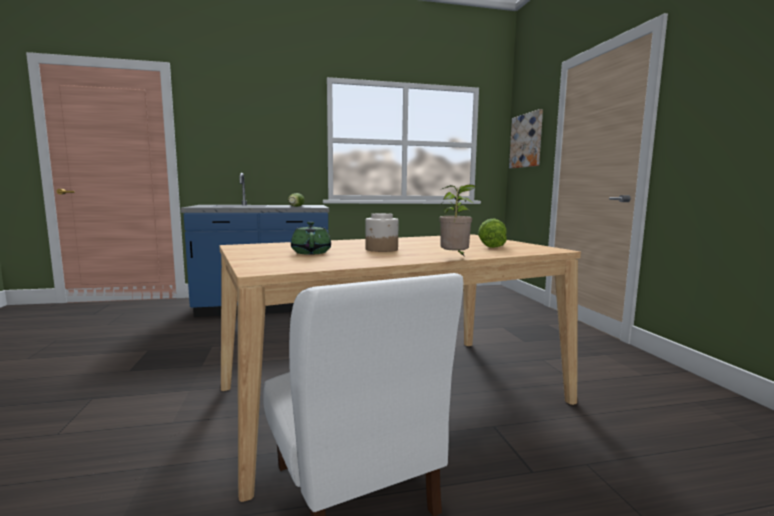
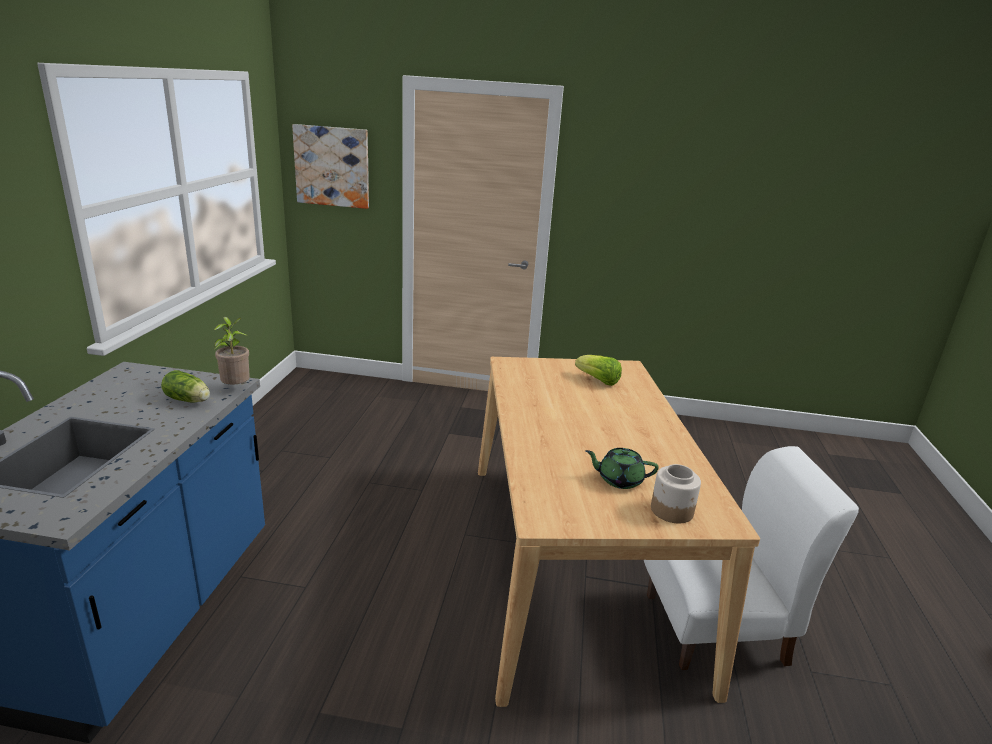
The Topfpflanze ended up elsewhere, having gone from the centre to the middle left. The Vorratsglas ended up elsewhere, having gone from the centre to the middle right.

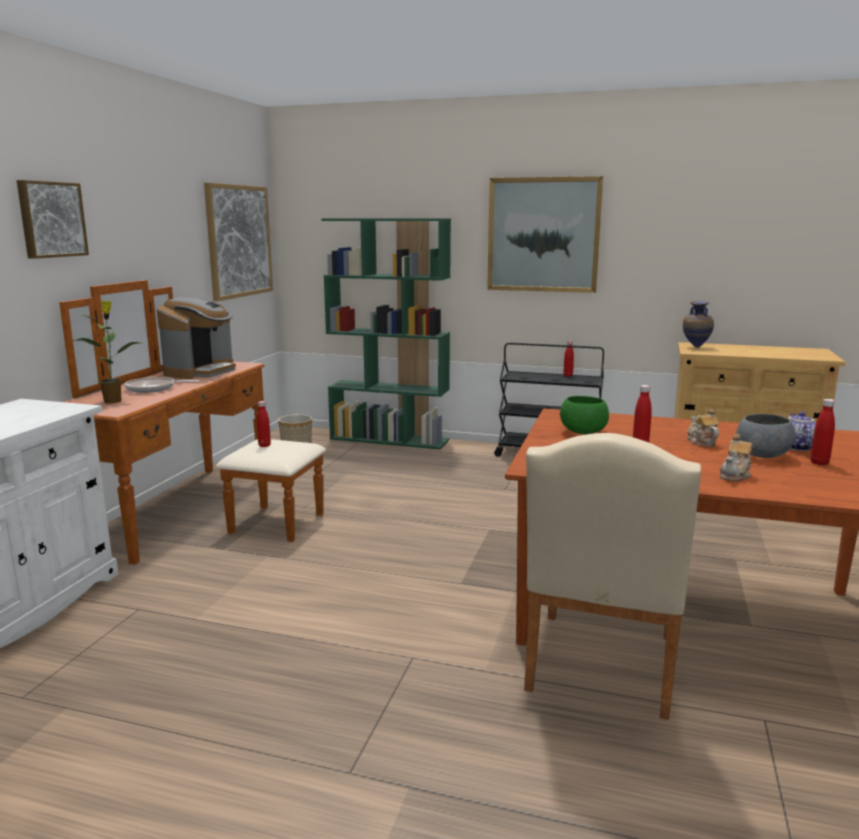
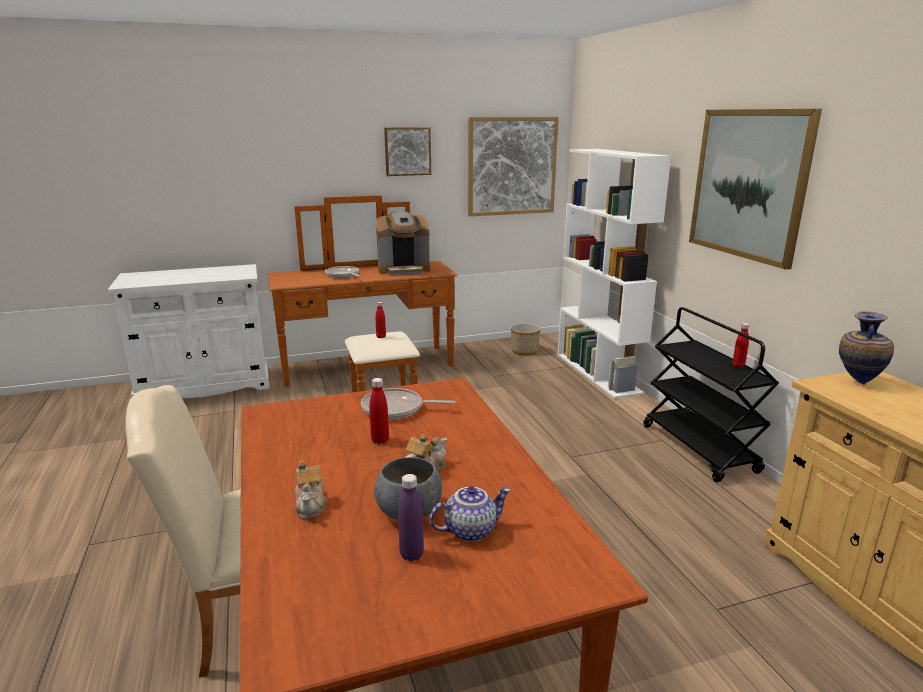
The Bild (no. 1 from left) ended up elsewhere, having gone from the top left to the top centre. What was the Bücherregal [grün] at the centre turned into the Bücherregal [weiß] at the centre. The second view lost the Topfpflanze at the middle left. Where the Schüssel [grün] stood at the middle right, the Pfanne (no. 2 from left) came to stand at the centre. What was the Flasche [rot] (no. 4 from left) at the middle right turned into the Flasche [lila] at the bottom centre. The Teekanne (no. 2 from left in the first image) at the middle right ended up facing another way, 105 degrees counterclockwise from before.

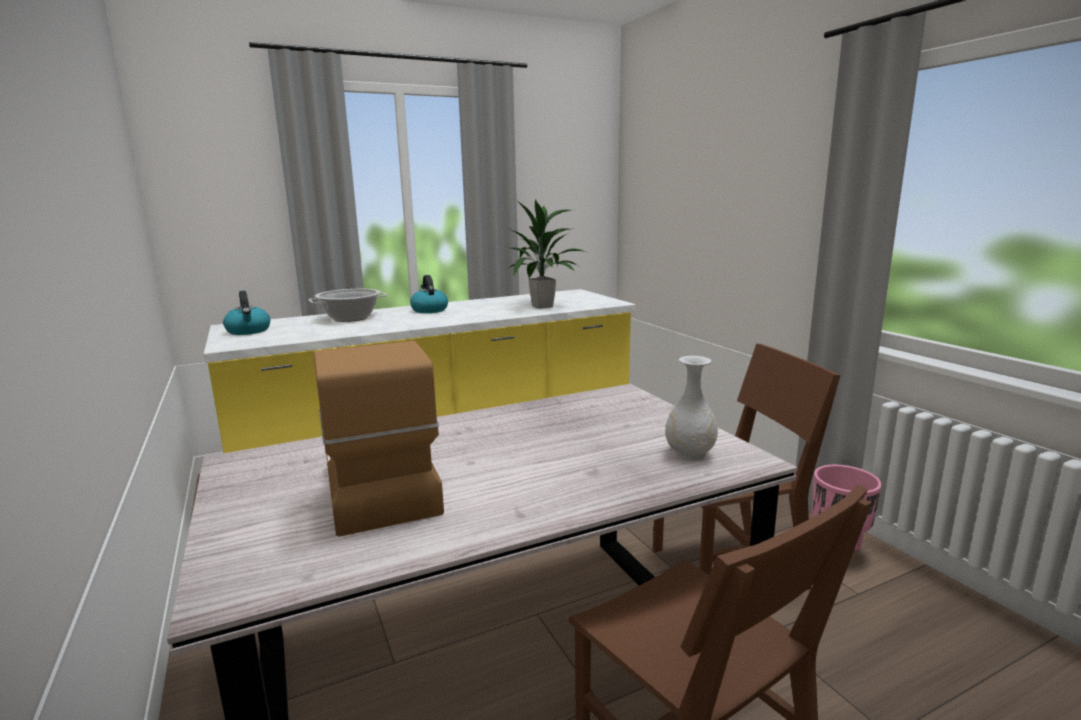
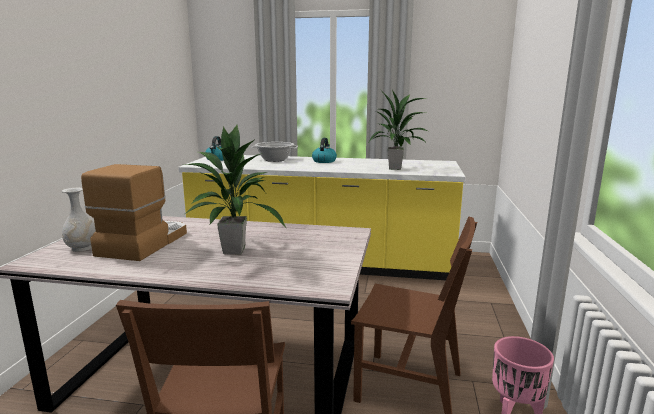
The Vase [weiß] ended up elsewhere, having gone from the centre to the middle left. The second view gained the Topfpflanze (no. 1 from left) at the centre.

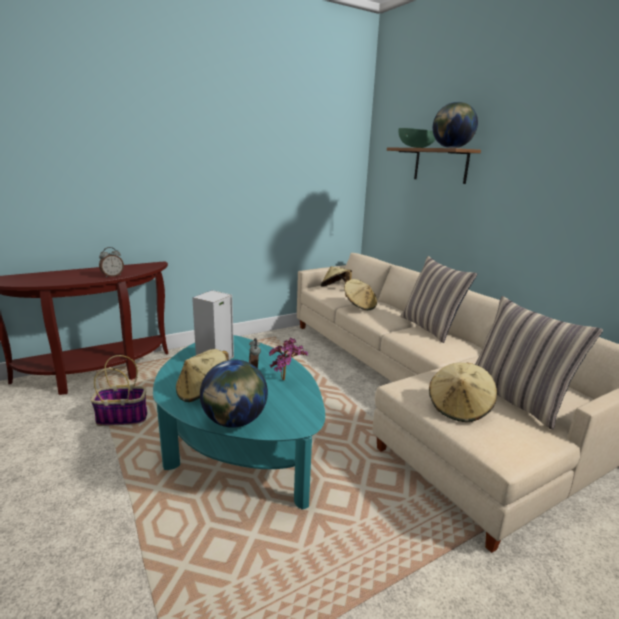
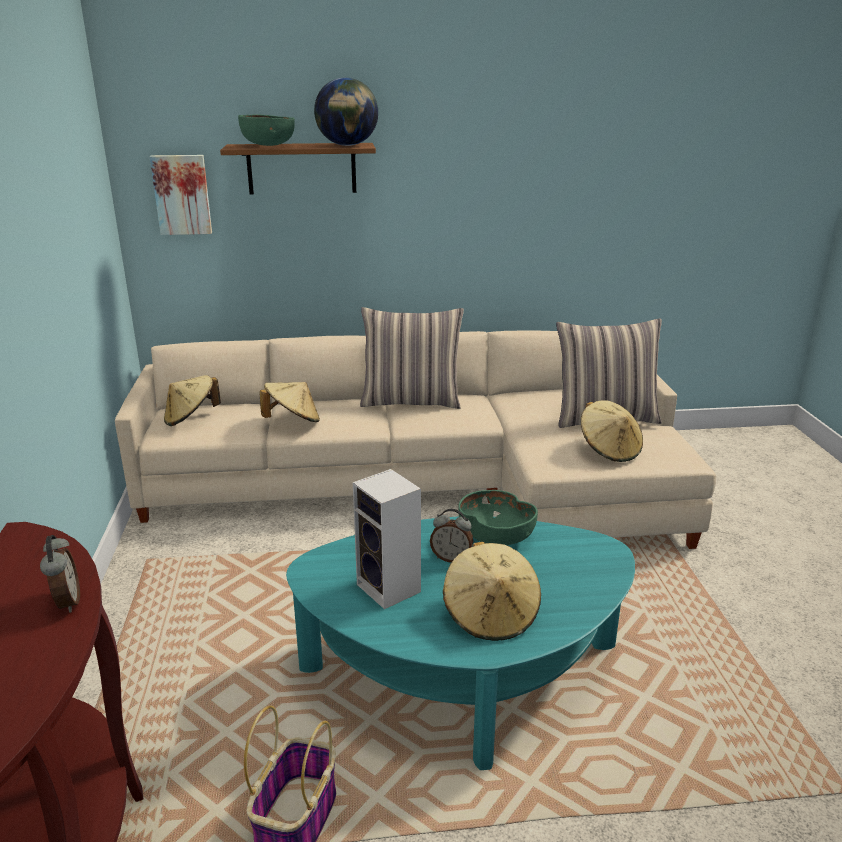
Where the Topfpflanze stood at the centre, the Schüssel [grün] (no. 2 from left) came to stand at the centre. The second view lost the Globus (no. 1 from left) at the centre. The second view gained the Bild at the top left.

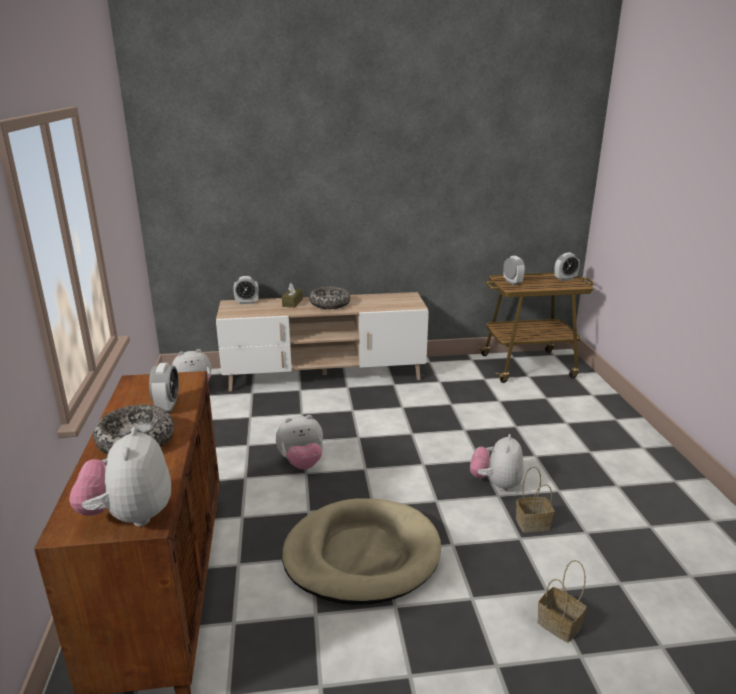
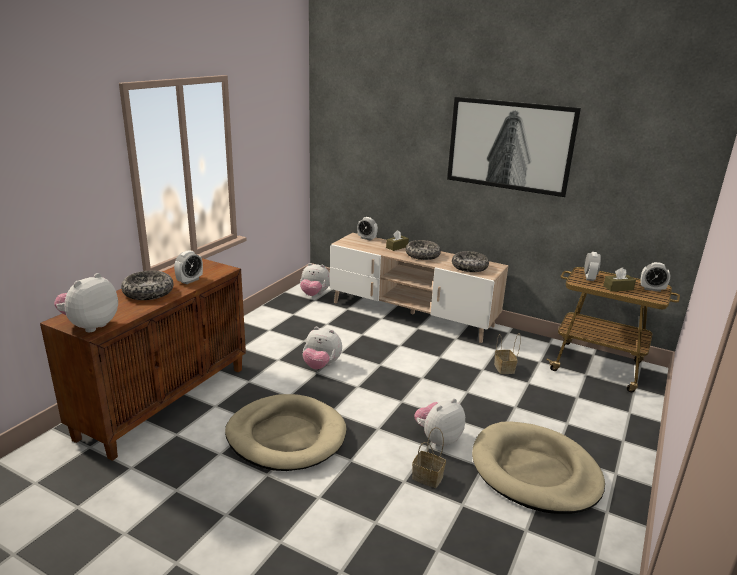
The Korb (no. 2 from left) ended up elsewhere, having gone from the bottom right to the middle right. The second view gained the Bild at the top right. The second view gained the Schüssel (no. 3 from left) at the centre. The second view gained the Taschentuchbox [braun] (no. 2 from left) at the middle right. The second view gained the Hundebett [beige] (no. 2 from left) at the bottom right.

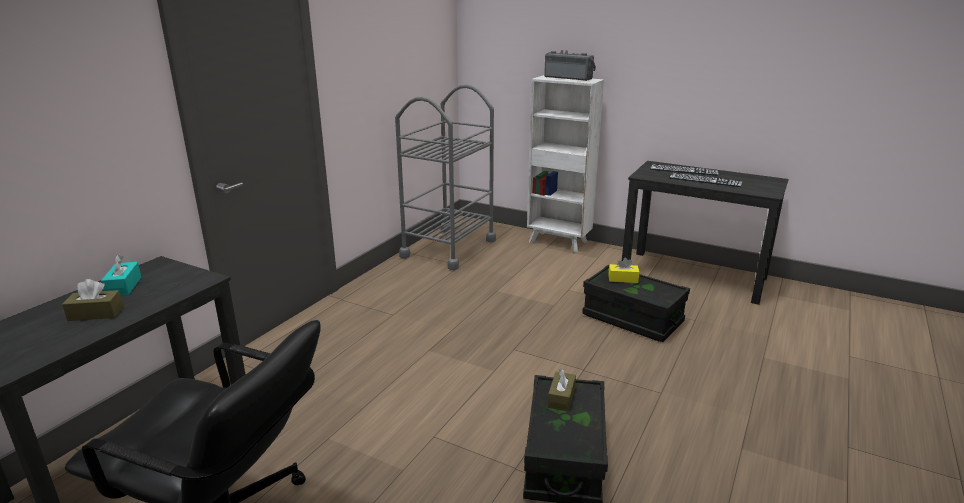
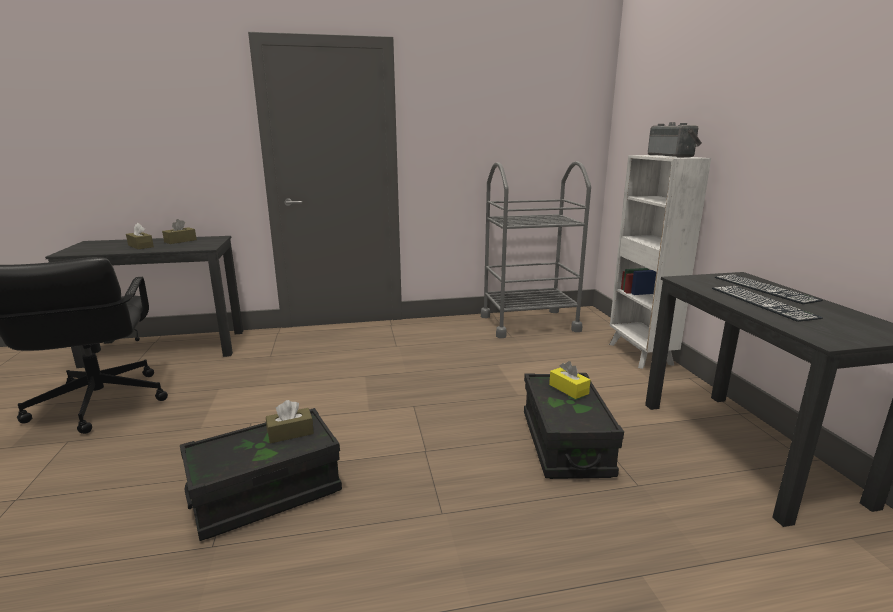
What was the Taschentuchbox [türkis] at the middle left turned into the Taschentuchbox [braun] (no. 2 from left) at the middle left.

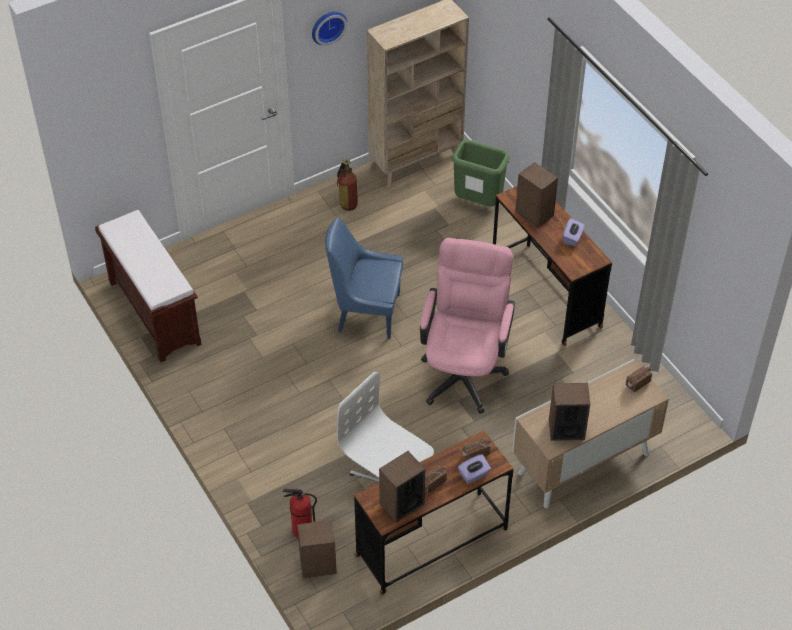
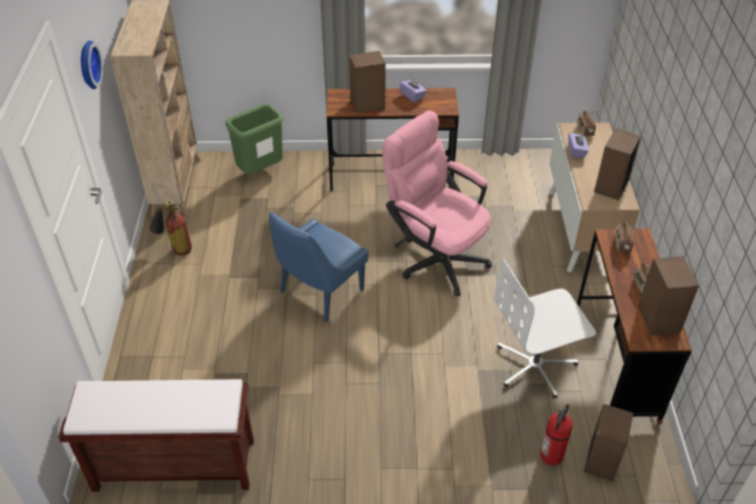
The Taschentuchbox [lila] (no. 1 from left in the first image) ended up elsewhere, having gone from the bottom centre to the top right.

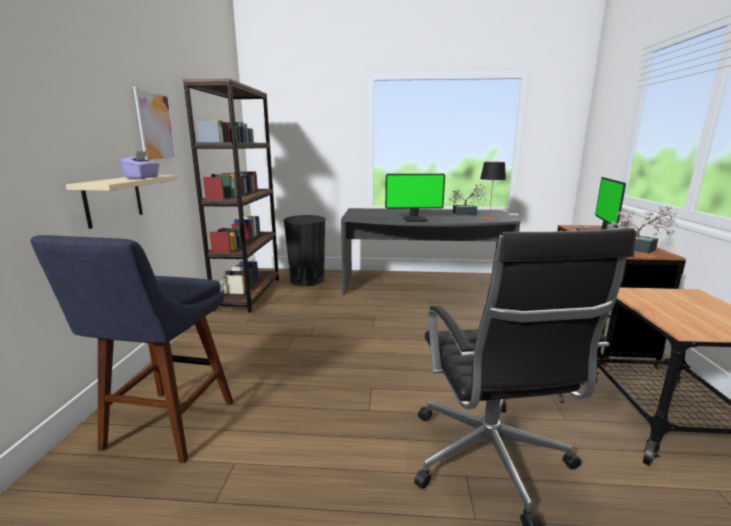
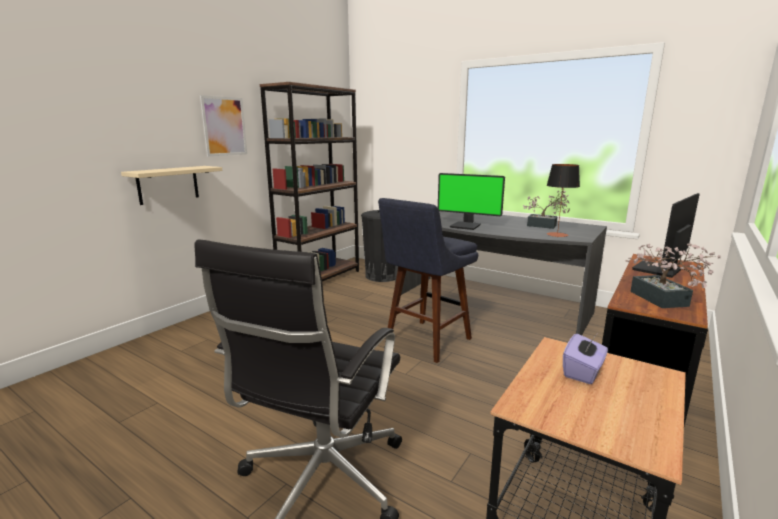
The Taschentuchbox [lila] ended up elsewhere, having gone from the top left to the bottom right. The Hocker [blau] ended up elsewhere, having gone from the middle left to the centre.

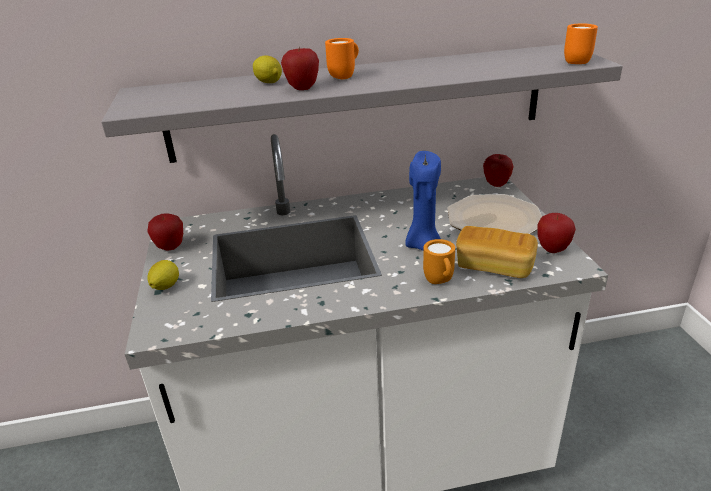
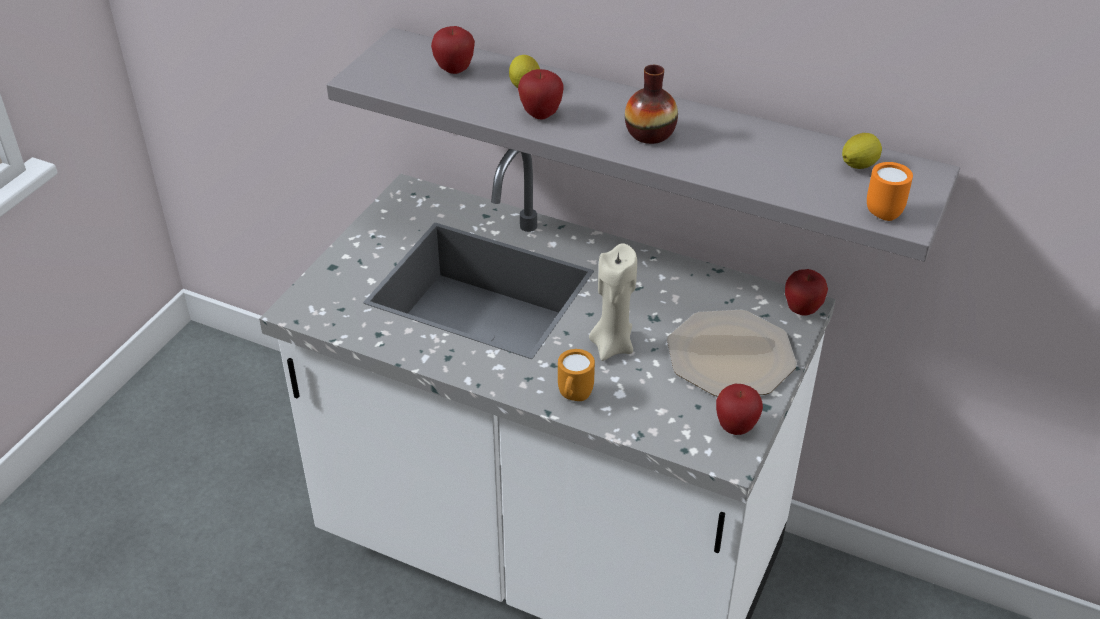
The second view lost the Henkelbecher [orange] (no. 1 from left) at the top centre. What was the Kerze [blau] at the centre turned into the Kerze [beige] at the centre. The Apfel (no. 1 from left) ended up elsewhere, having gone from the middle left to the top centre. The second view lost the Brot at the middle right. The Zitrone (no. 1 from left in the first image) ended up elsewhere, having gone from the middle left to the top right. The second view gained the Vase at the top centre.

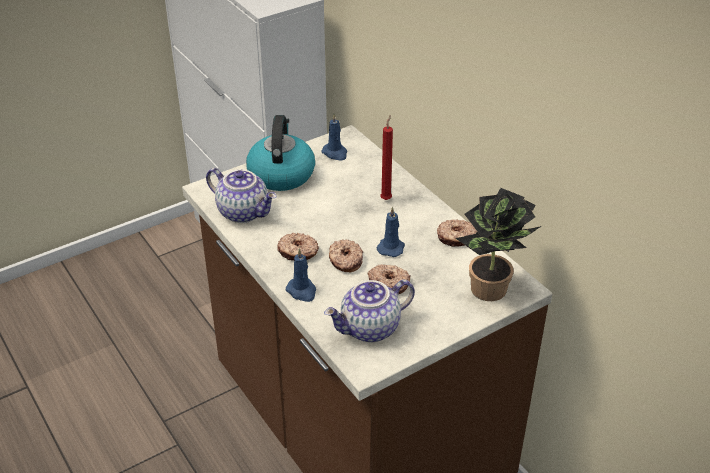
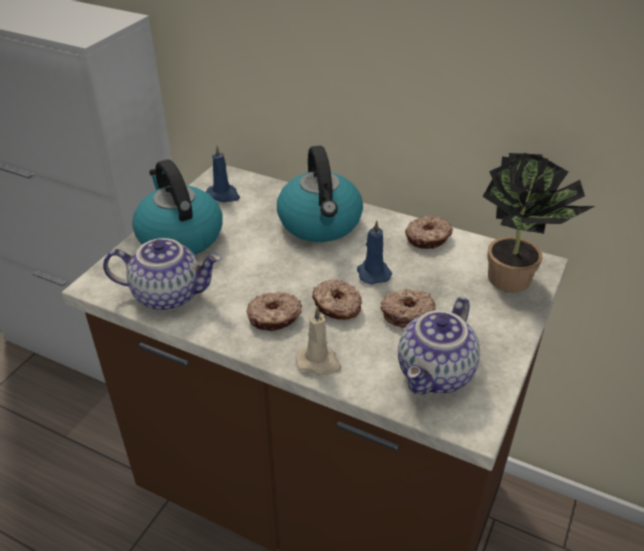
Where the Kerze [rot] stood at the top centre, the Wasserkessel (no. 2 from left) came to stand at the centre. What was the Kerze [blau] (no. 1 from left) at the centre turned into the Kerze [beige] at the centre.

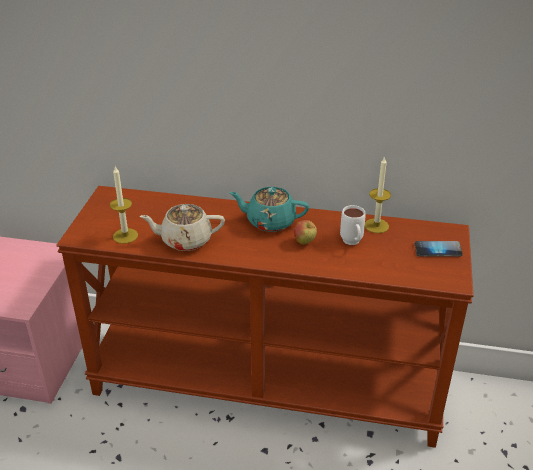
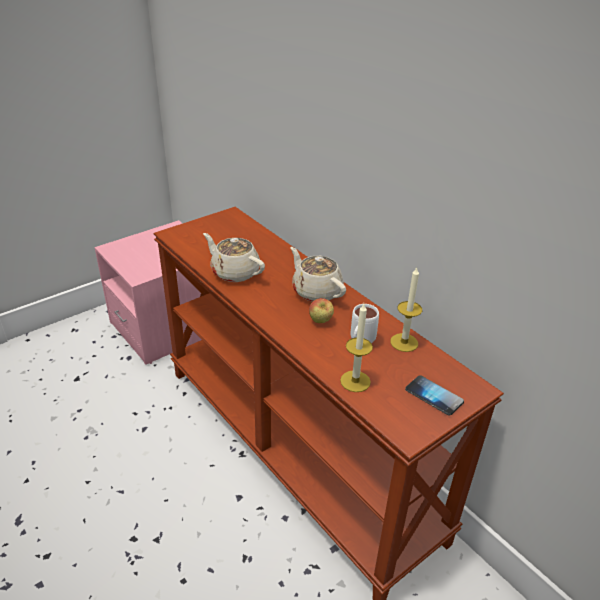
The Kerze (no. 1 from left) ended up elsewhere, having gone from the middle left to the centre. What was the Teekanne [türkis] at the centre turned into the Teekanne [beige] (no. 2 from left) at the centre.

